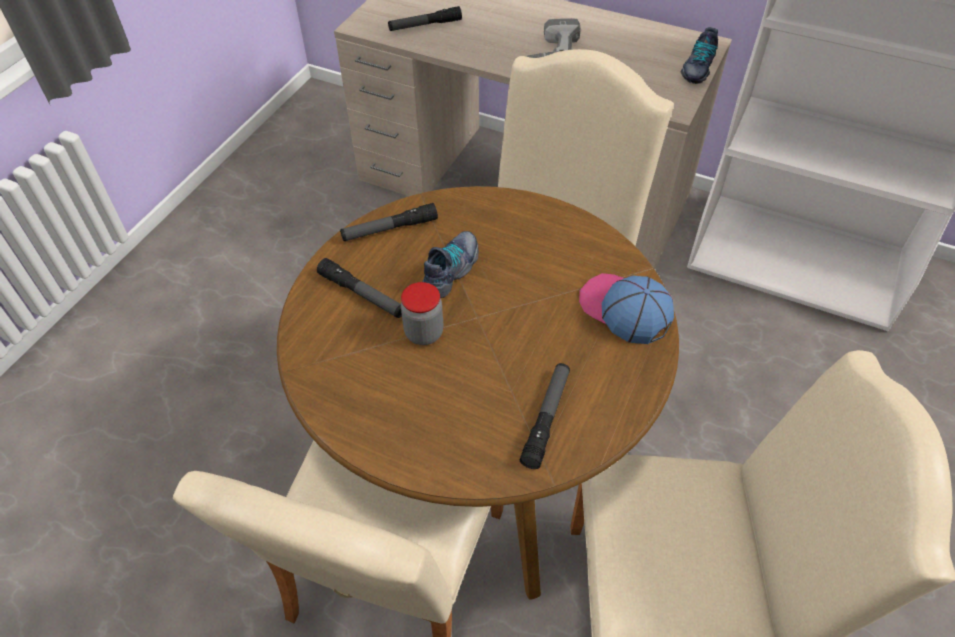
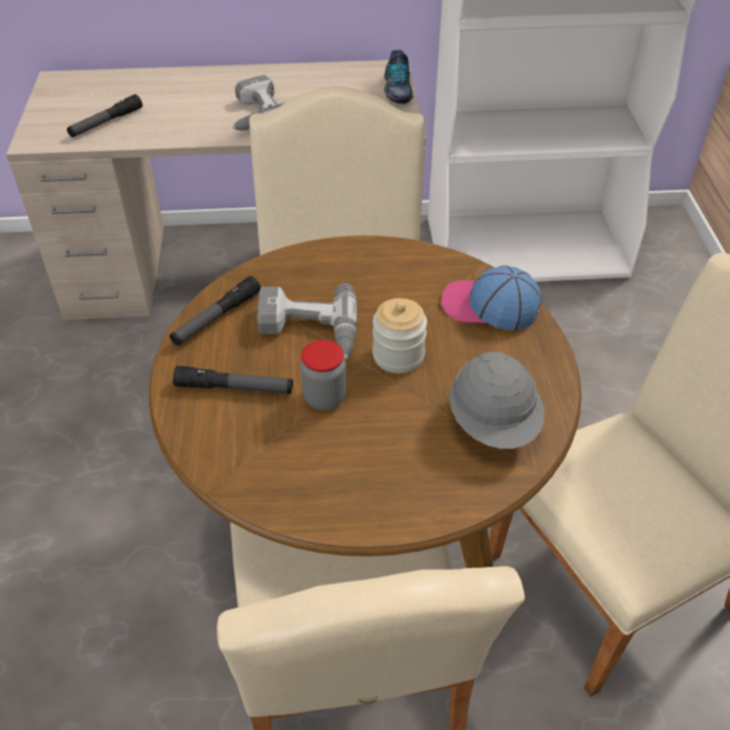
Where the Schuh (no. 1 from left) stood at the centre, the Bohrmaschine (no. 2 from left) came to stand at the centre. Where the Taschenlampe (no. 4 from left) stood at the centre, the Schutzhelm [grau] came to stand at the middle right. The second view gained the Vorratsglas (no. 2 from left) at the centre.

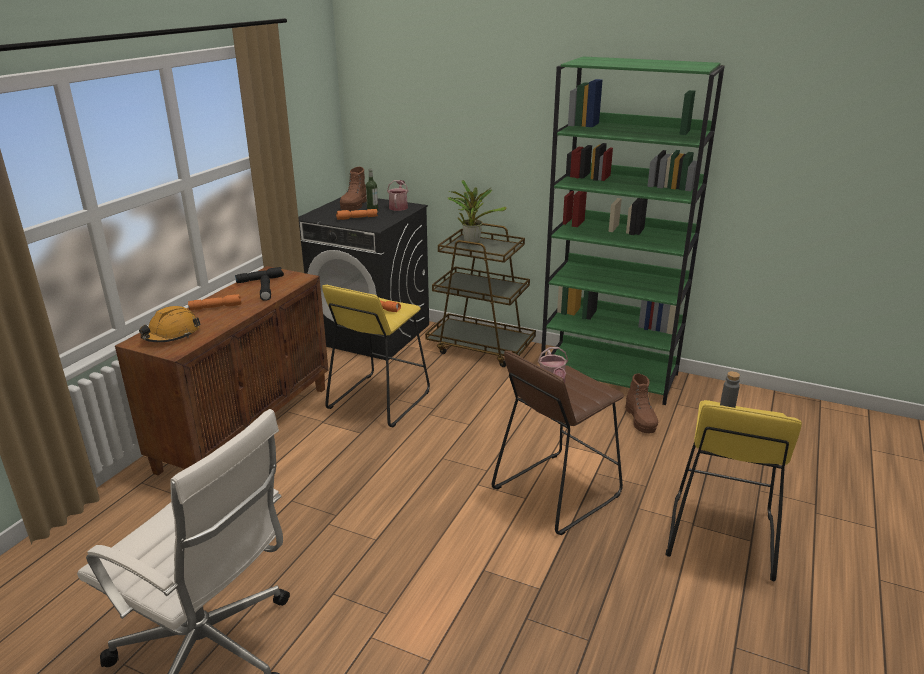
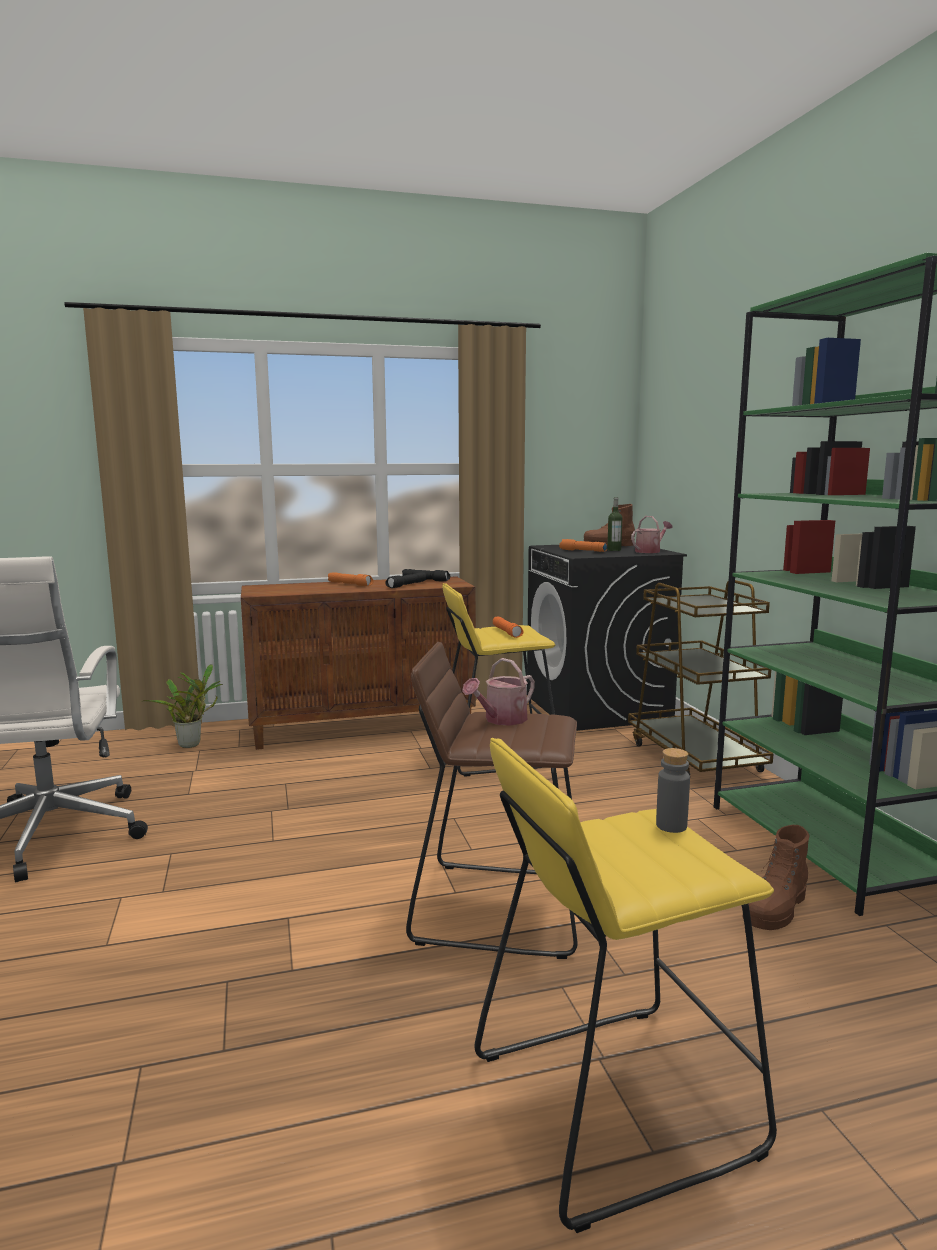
The Topfpflanze ended up elsewhere, having gone from the top centre to the middle left. The second view lost the Schutzhelm [orange] at the middle left.

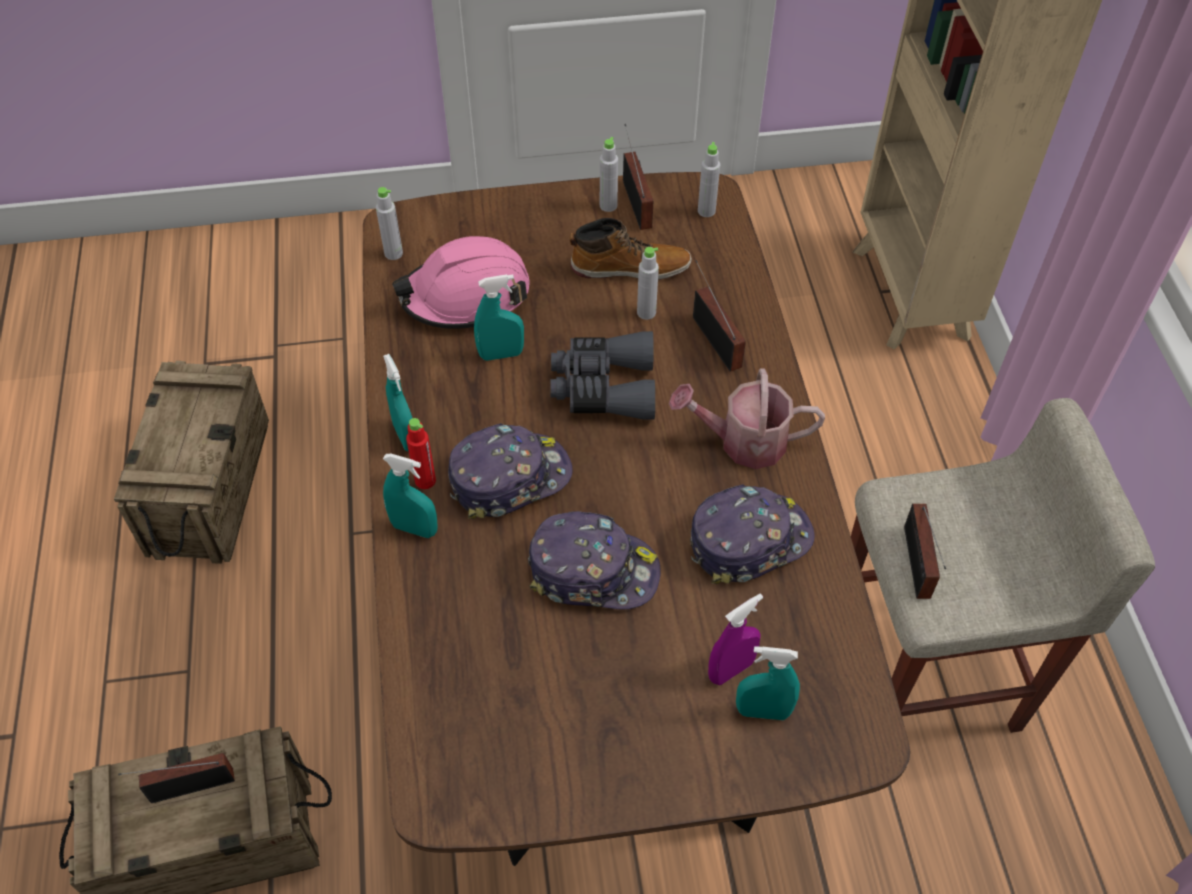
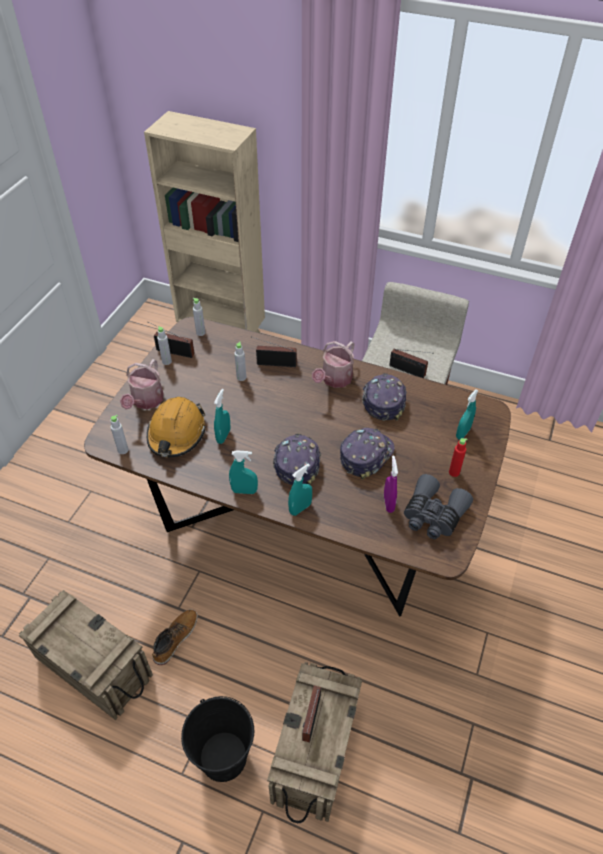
The Stiefel ended up elsewhere, having gone from the top centre to the bottom left. What was the Schutzhelm [rosa] at the top centre turned into the Schutzhelm [orange] at the middle left. The Fernglas [grau] ended up elsewhere, having gone from the centre to the middle right. The Flasche [rot] ended up elsewhere, having gone from the centre to the middle right. The Sprühflasche [lila] ended up elsewhere, having gone from the bottom centre to the centre. The second view gained the Gießkanne (no. 1 from left) at the middle left. The second view gained the Eimer [schwarz] at the bottom centre.

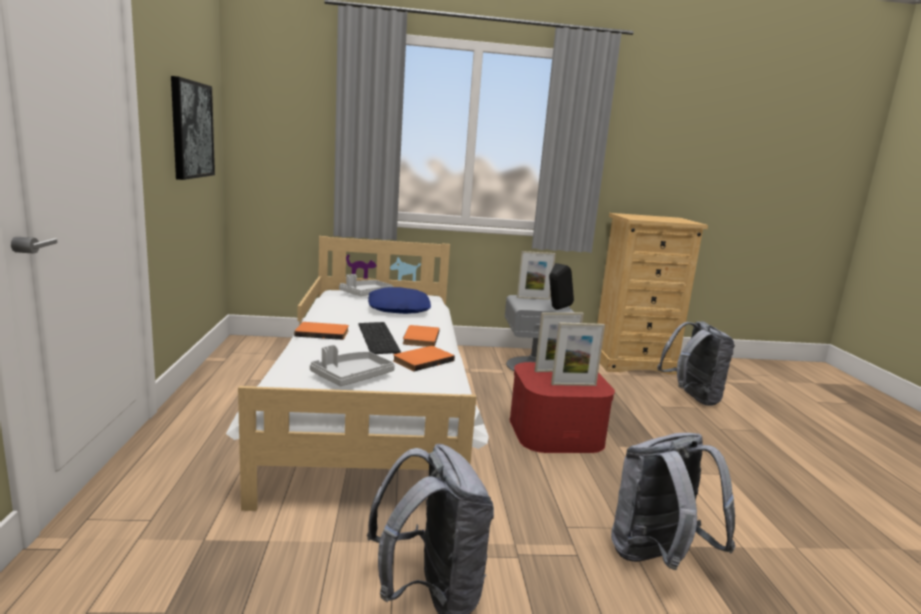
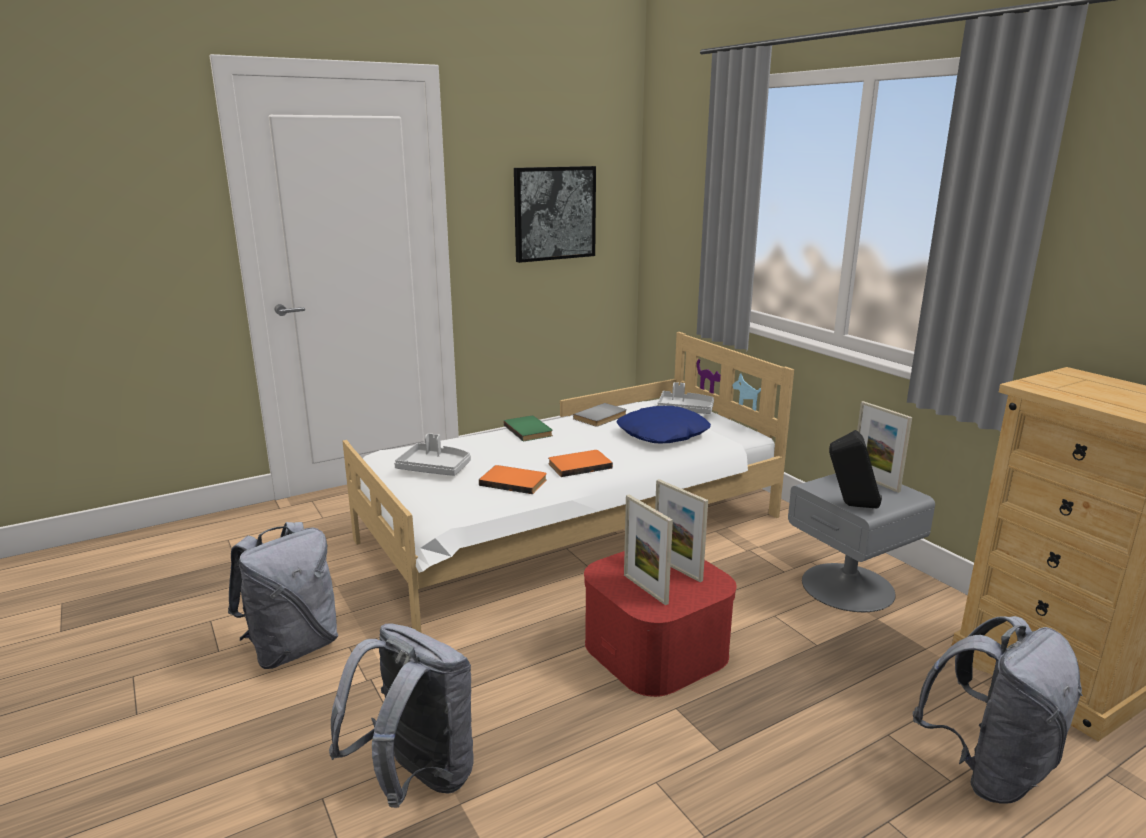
What was the Buch [orange] (no. 1 from left) at the centre turned into the Buch [grün] at the centre. The second view lost the Tastatur at the centre. The second view gained the Buch [grau] at the centre.

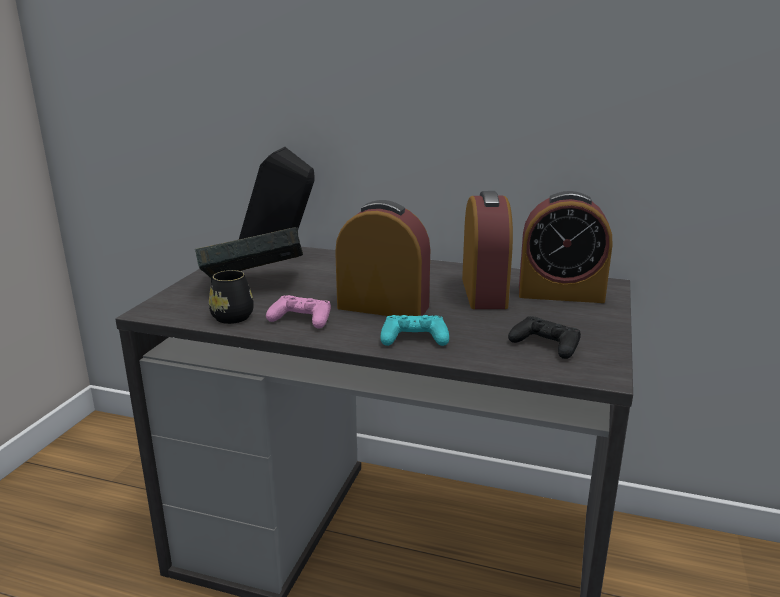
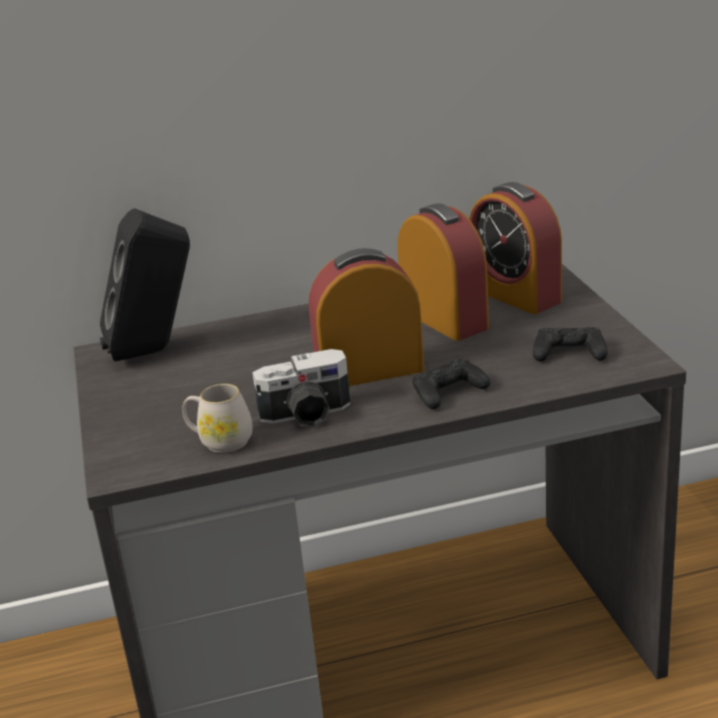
The Wecker (no. 3 from left) at the middle right ended up facing another way, 75 degrees clockwise from before. The second view lost the Buch at the middle left. What was the Henkelbecher [schwarz] at the middle left turned into the Henkelbecher [weiß] at the middle left. Where the Gamepad [rosa] stood at the centre, the Kamera came to stand at the centre. What was the Gamepad [türkis] at the centre turned into the Gamepad [schwarz] (no. 1 from left) at the centre.

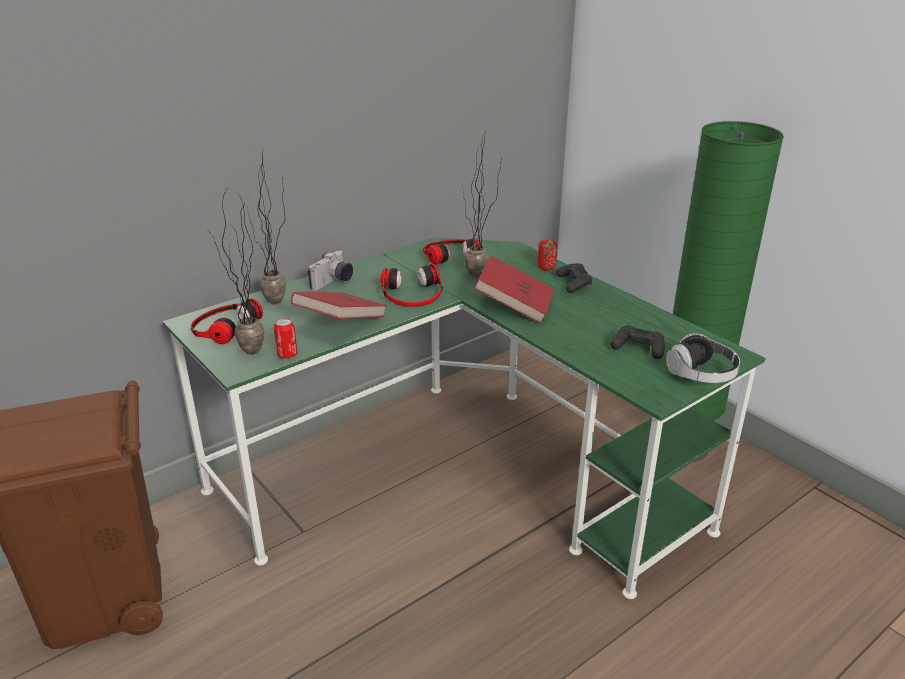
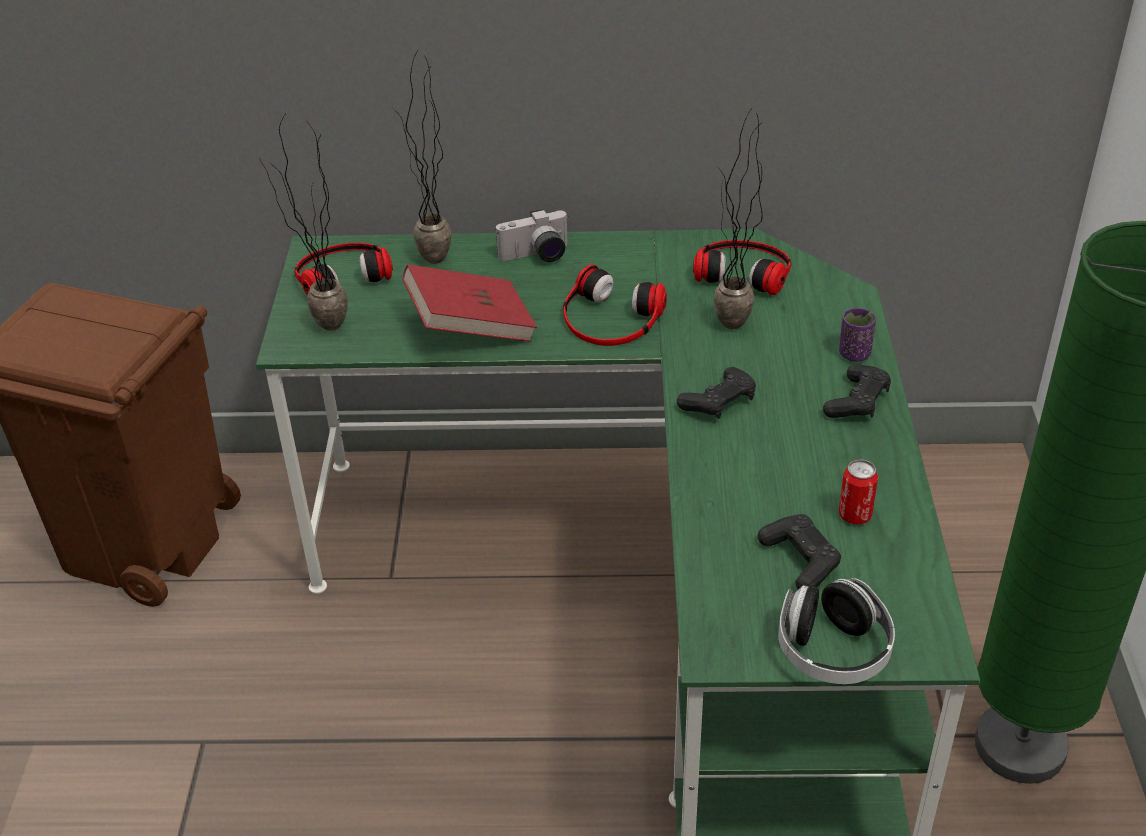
What was the Tasse [rot] at the centre turned into the Tasse [lila] at the middle right. Where the Buch [rot] (no. 2 from left) stood at the centre, the Gamepad [schwarz] (no. 1 from left) came to stand at the centre. The Dose ended up elsewhere, having gone from the middle left to the middle right.

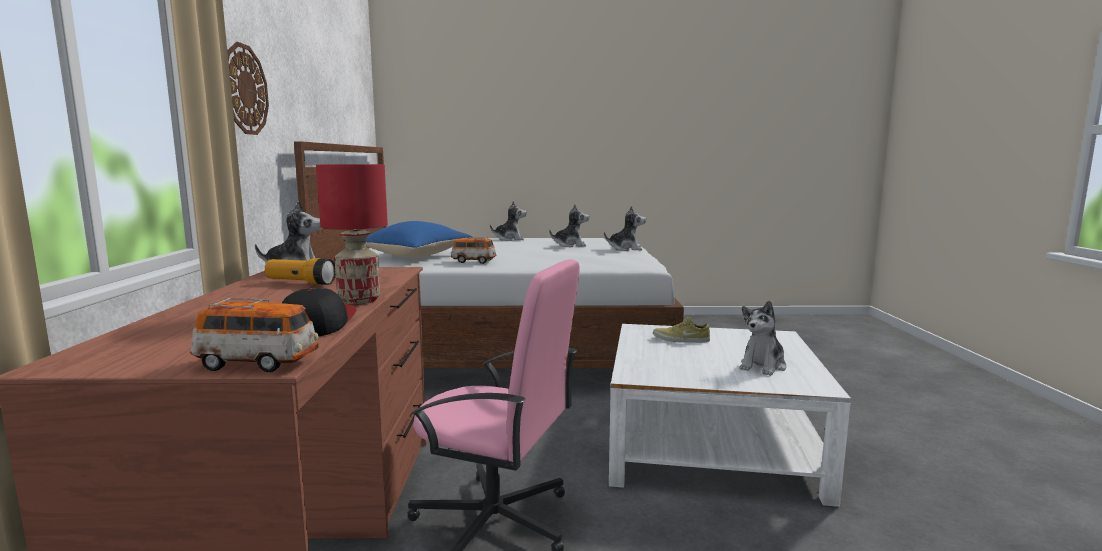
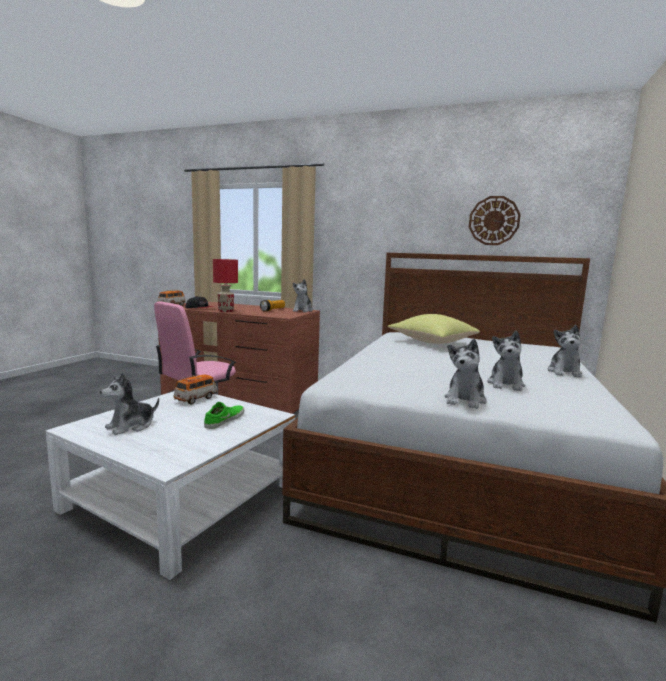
The Wanduhr ended up elsewhere, having gone from the top left to the top right. What was the Kissen [blau] at the centre turned into the Kissen [gelb] at the centre. The Spielzeugauto (no. 2 from left) ended up elsewhere, having gone from the centre to the middle left. The Plüschtier (no. 5 from left in the first image) at the middle right ended up facing another way, 105 degrees counterclockwise from before. What was the Schuh [beige] at the centre turned into the Schuh [grün] at the centre.

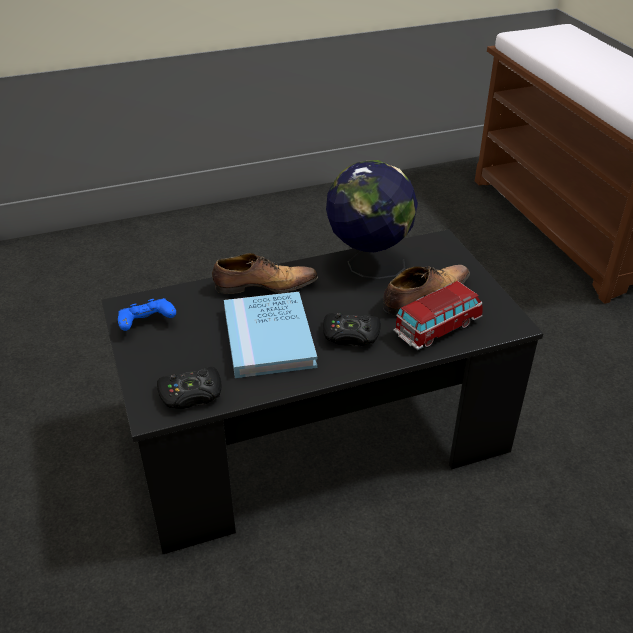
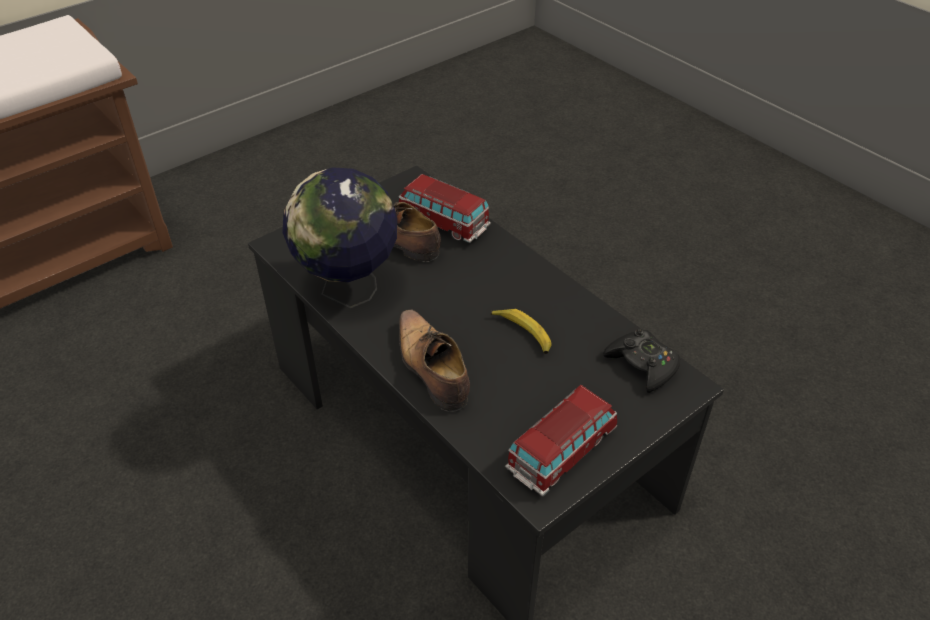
Where the Buch [blau] stood at the centre, the Banane came to stand at the centre. Where the Gamepad [blau] stood at the middle left, the Spielzeugauto (no. 2 from left) came to stand at the bottom centre. The second view lost the Gamepad [schwarz] (no. 2 from left) at the centre.

